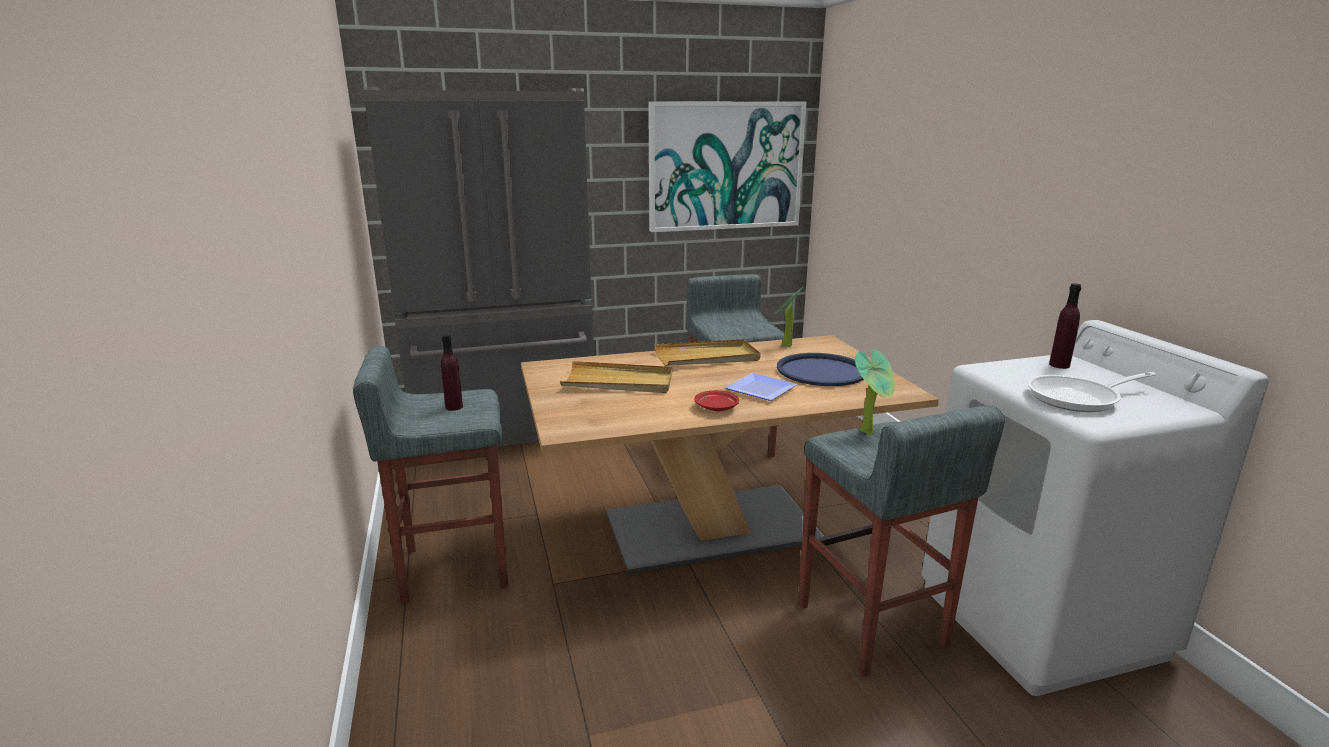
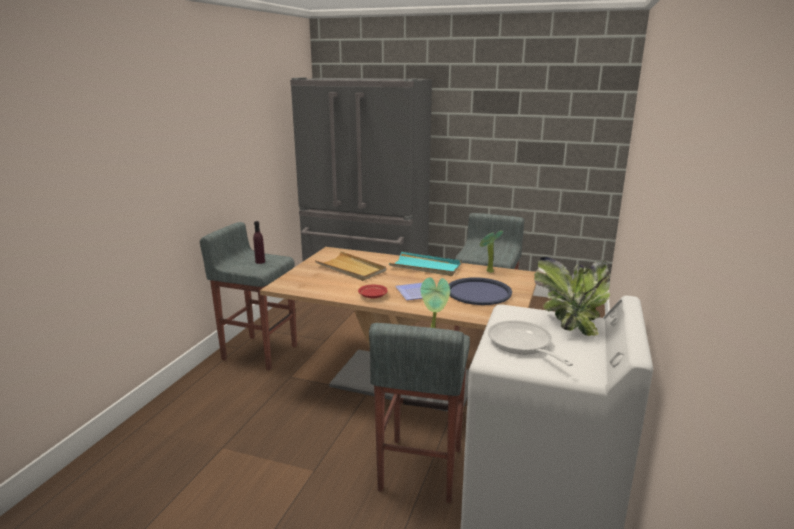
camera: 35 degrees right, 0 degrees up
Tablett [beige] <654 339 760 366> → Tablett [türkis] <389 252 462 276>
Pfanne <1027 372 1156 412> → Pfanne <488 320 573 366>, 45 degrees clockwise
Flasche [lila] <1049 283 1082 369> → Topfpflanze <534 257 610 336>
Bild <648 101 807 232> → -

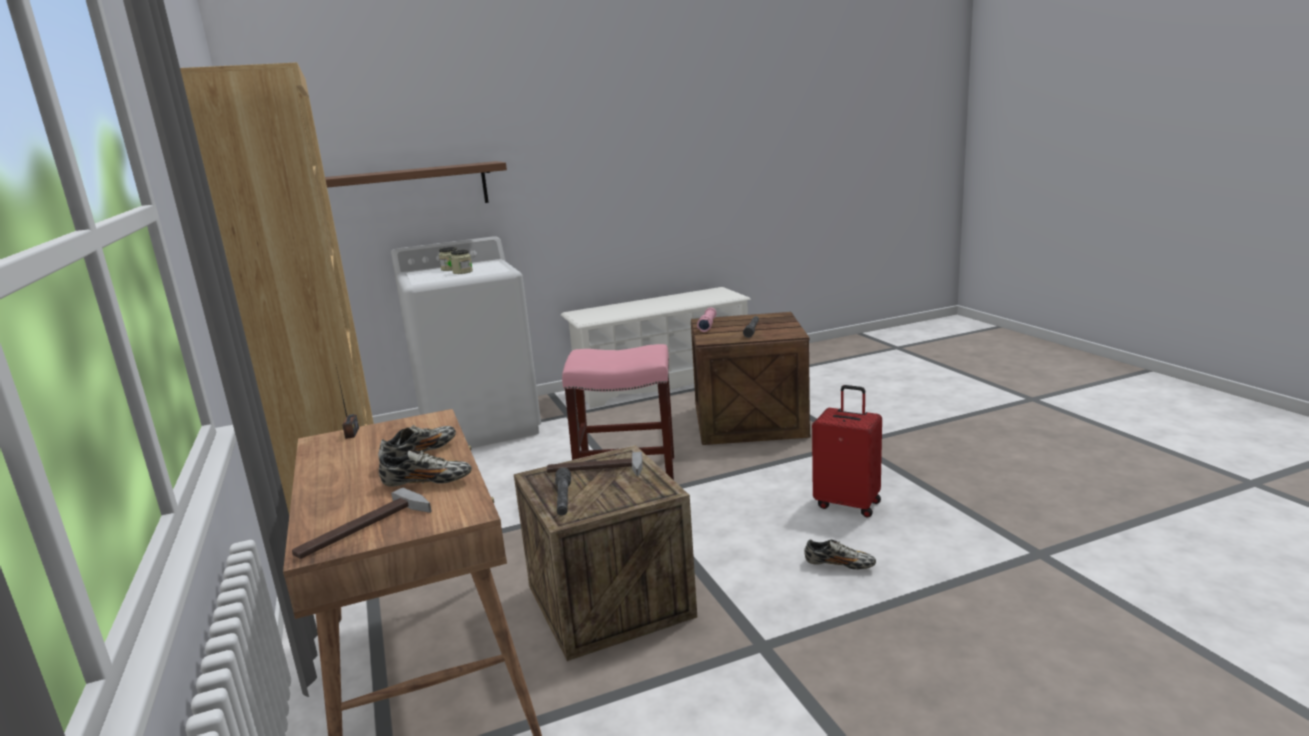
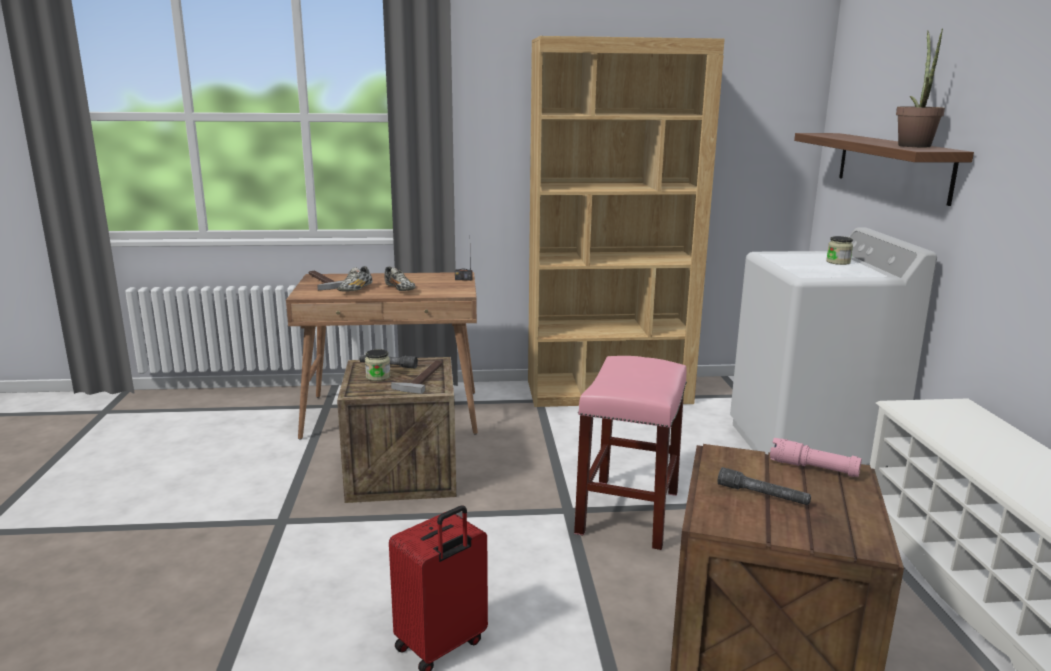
camera: 105 degrees right, 0 degrees up
Vorratsglas <450 250 473 274> → Vorratsglas <365 349 391 381>, moved
- → Topfpflanze <896 29 945 147>
Schuh <804 539 876 570> → -

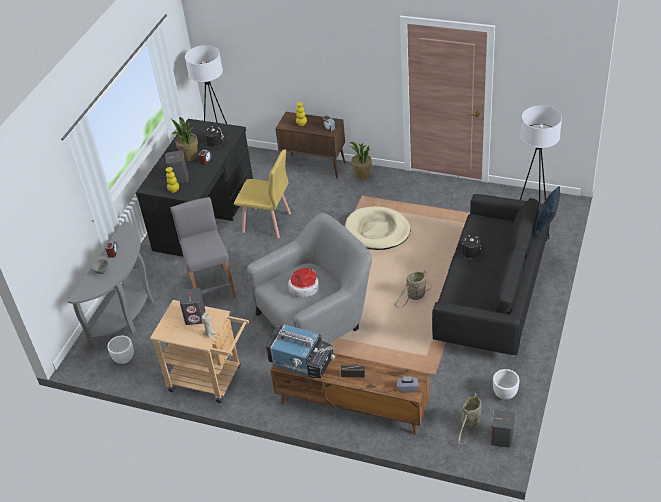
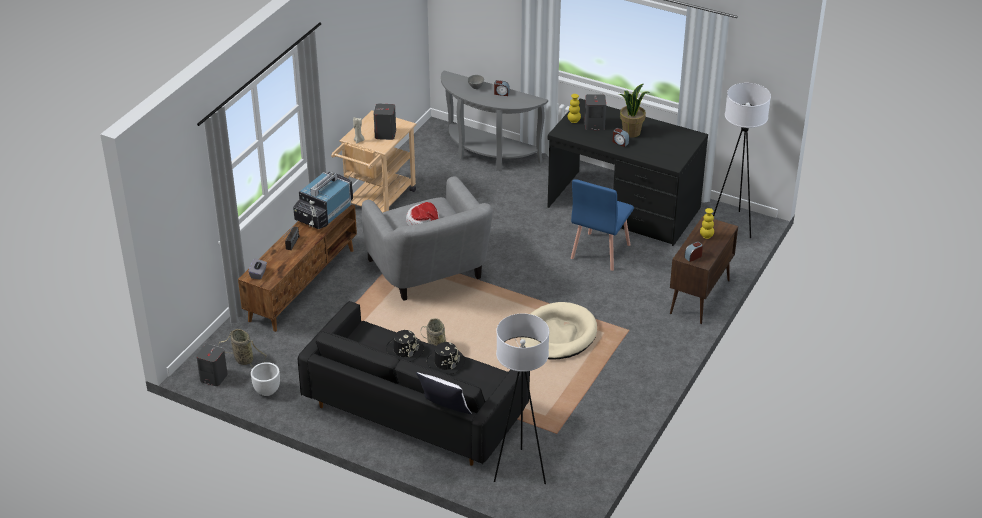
camera: 95 degrees right, 5 degrees down
Hut [schwarz] <200 126 229 150> → Hut [schwarz] <386 330 424 362>, moved
Kissen [blau] <535 186 560 239> → Kissen [weiß] <416 372 472 414>
Stuhl [gelb] <234 149 291 238> → Stuhl [blau] <571 179 634 271>
Pflanzkübel [weiß] <107 336 134 364> → -
Hocker [grau] <171 197 236 298> → -
Topfpflanze <347 142 372 180> → -

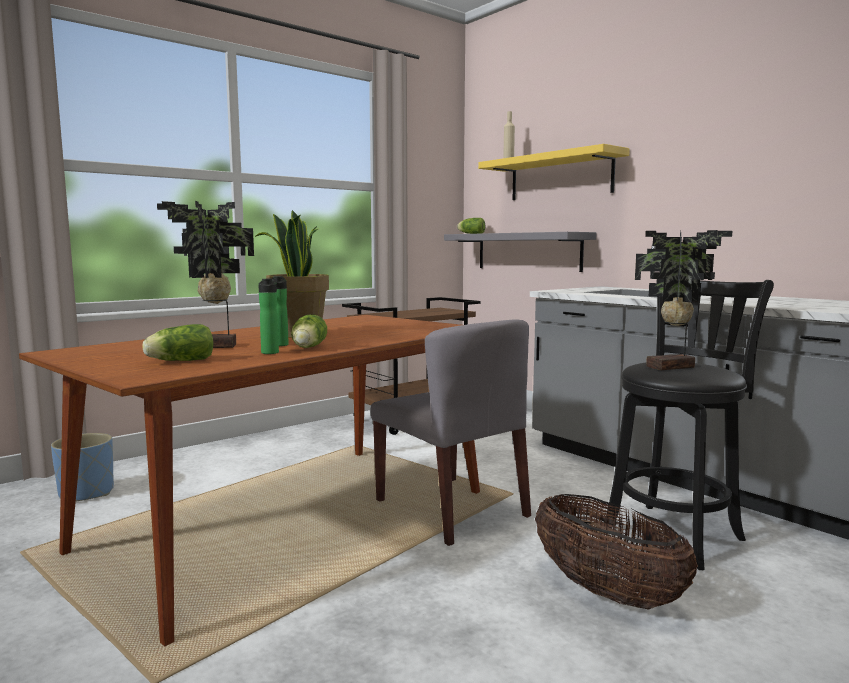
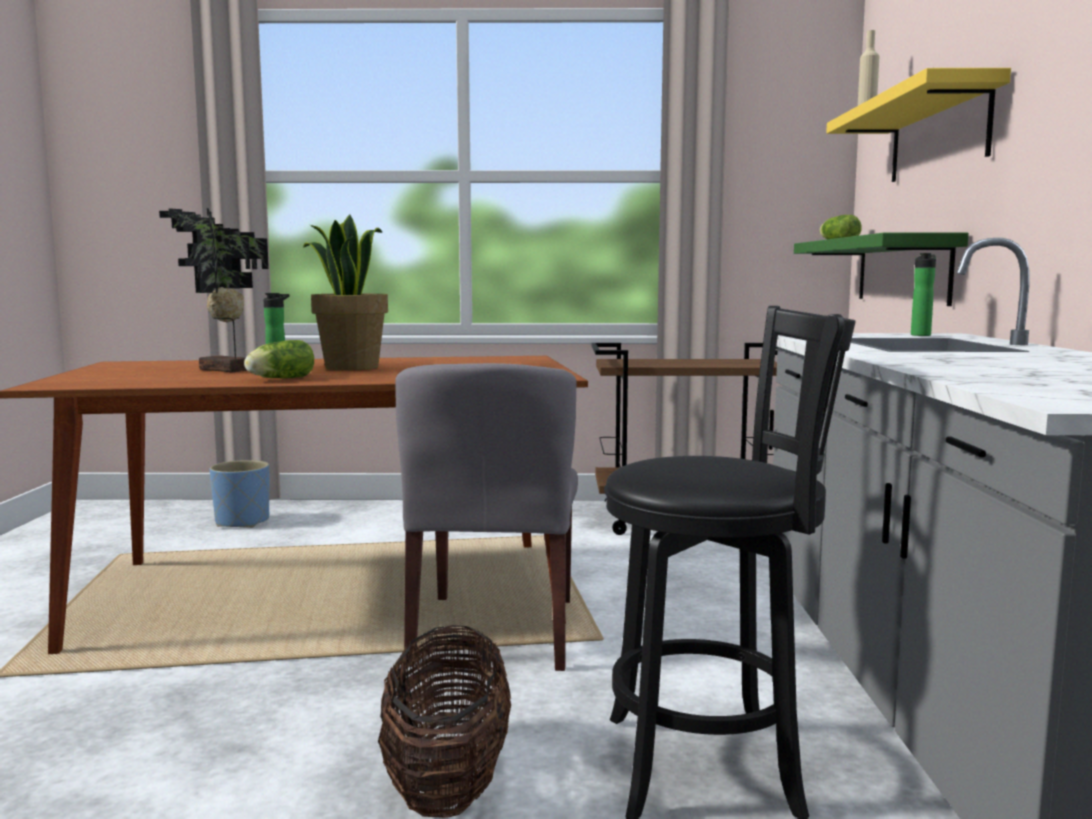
camera: 40 degrees right, 0 degrees up
Wandregal [grau] <444 232 597 272> → Wandregal [grün] <794 233 969 306>
Flasche <258 279 279 354> → Flasche <911 253 936 336>, moved
Salatkopf <142 324 214 361> → -
Topfpflanze <635 230 732 370> → -

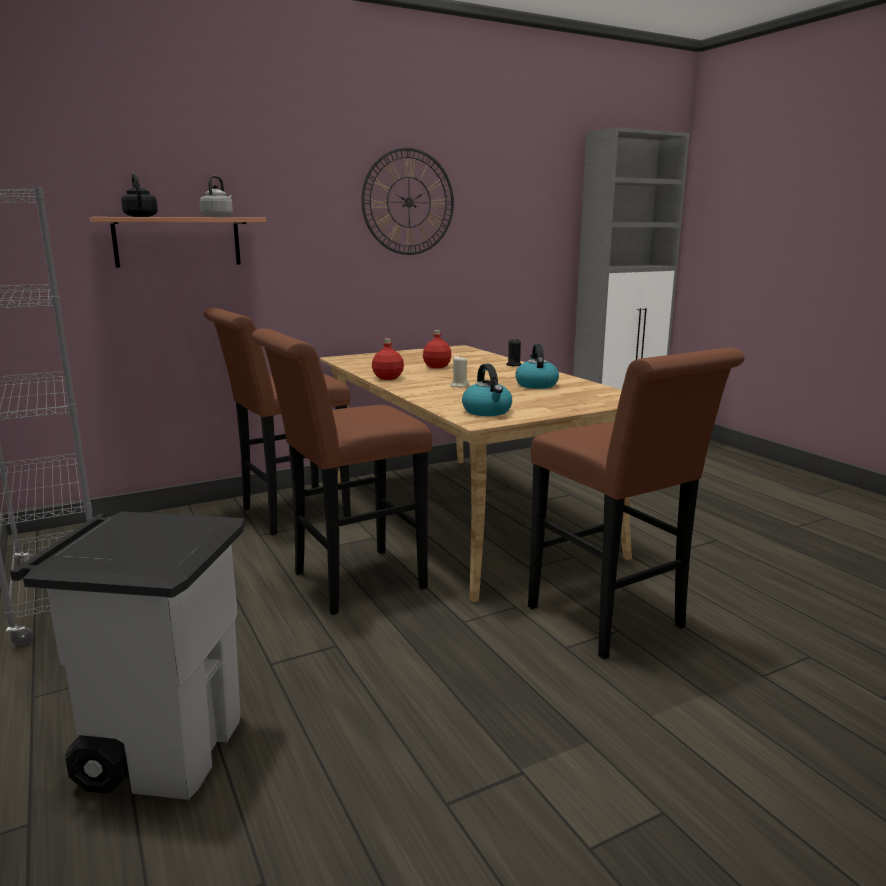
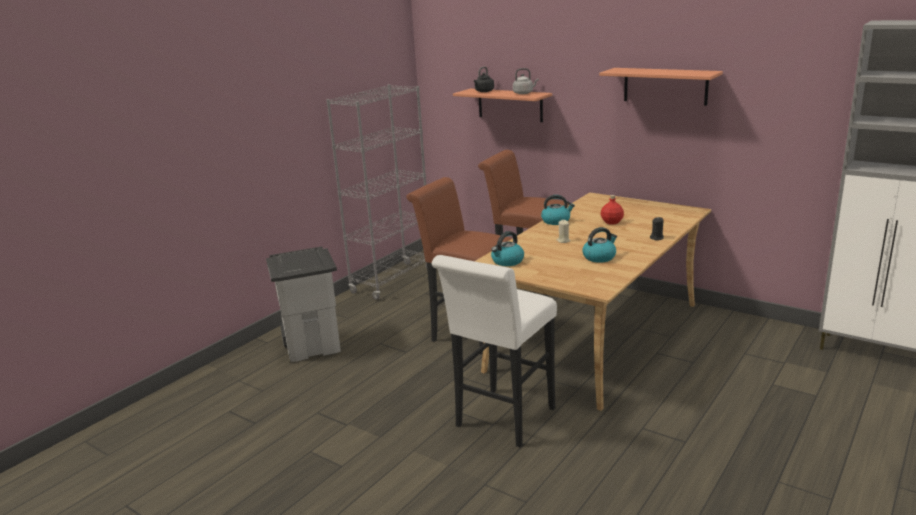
camera: 65 degrees right, 5 degrees up
Hocker [braun] <528 348 744 659> → Hocker [weiß] <432 255 557 447>
Flasche [rot] <372 338 404 380> → Wasserkessel <541 195 575 225>
Wanduhr <361 148 454 255> → Wandregal <599 68 723 106>

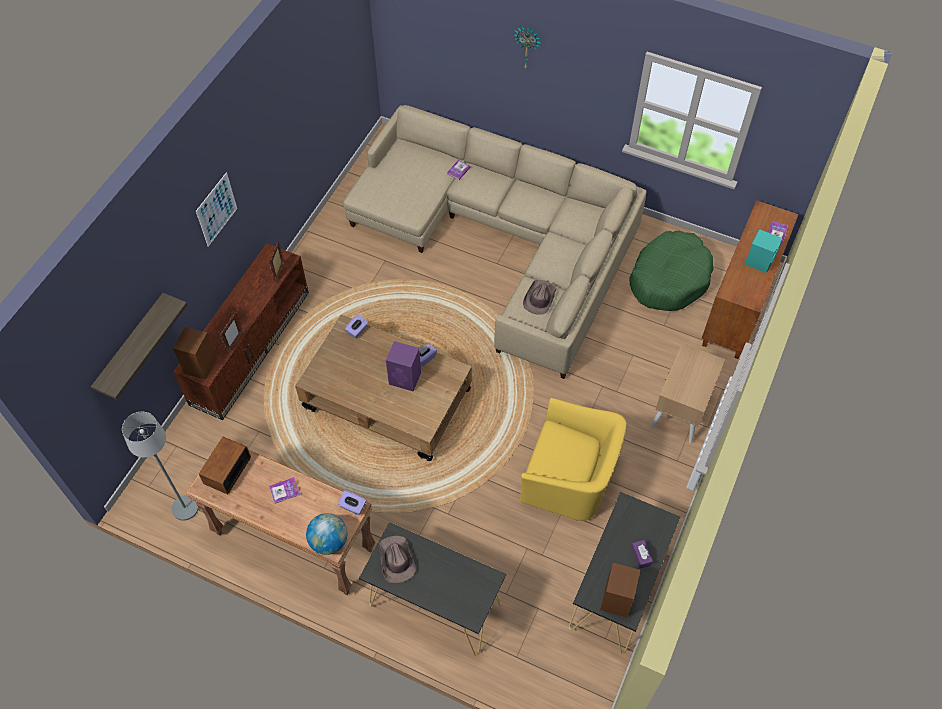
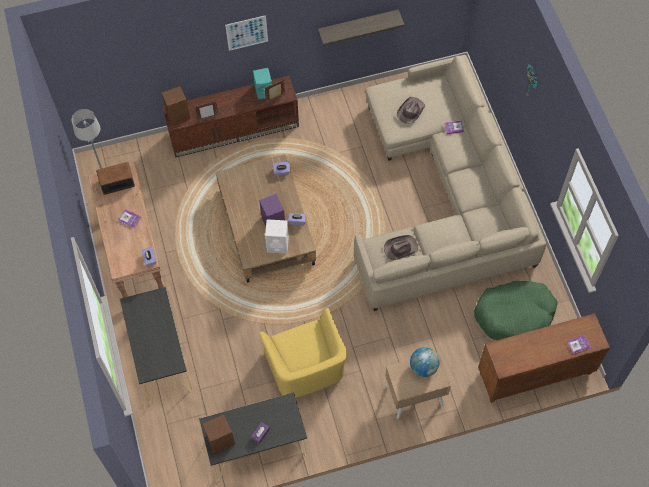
camera: 50 degrees right, 5 degrees up
Lautsprecher [türkis] <745 229 781 273> → Lautsprecher [türkis] <253 68 272 99>, moved
- → Lautsprecher [weiß] <265 219 289 254>
Wandregal <91 293 187 400> → Wandregal <318 10 405 46>, moved
Hut [braun] <379 536 416 583> → Hut [braun] <397 97 425 124>, moved
Globus <306 513 347 555> → Globus <410 347 439 377>, moved

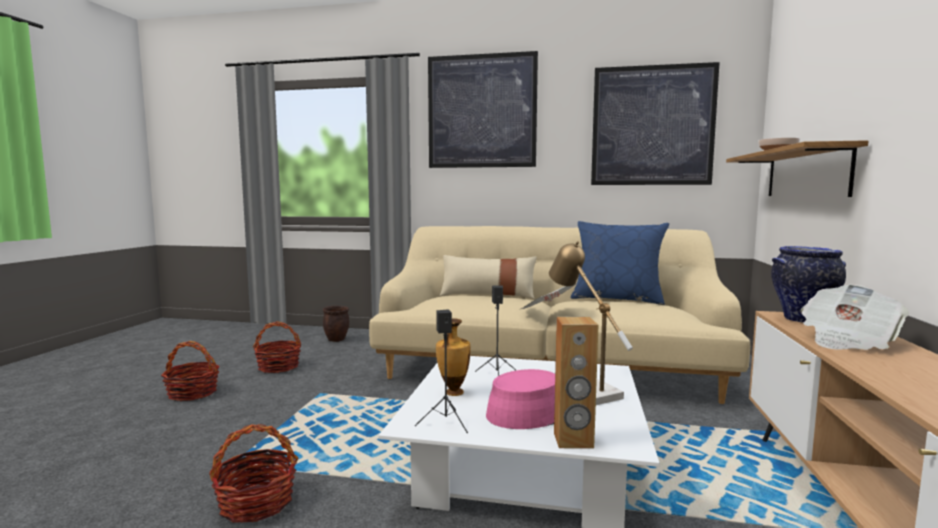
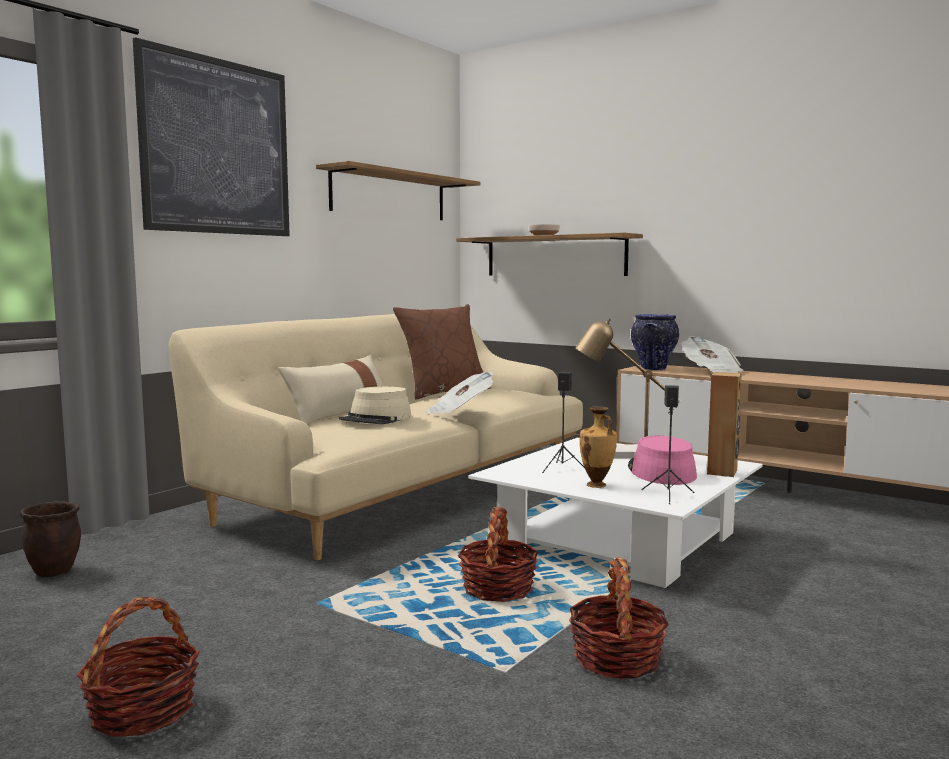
camera: 65 degrees left, 0 degrees up
Bild <591 62 720 185> → Wandregal <316 161 481 220>
- → Hut [beige] <339 386 412 424>
Kissen [blau] <571 221 669 305> → Kissen [braun] <393 304 491 400>
Korb <253 321 301 373> → Korb <458 507 538 602>, moved

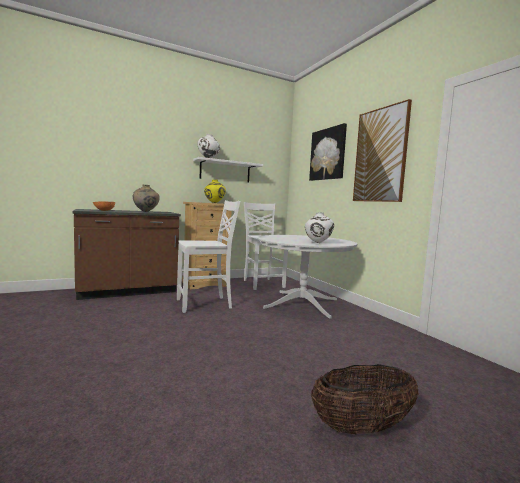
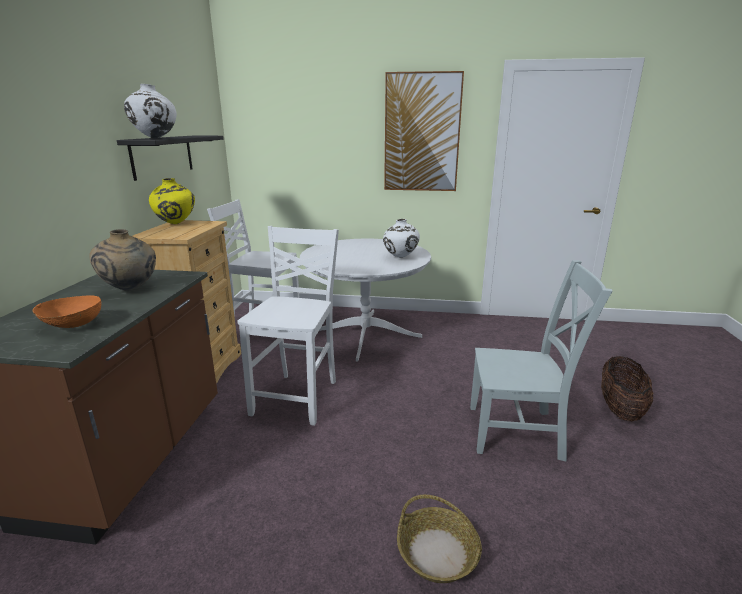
camera: 55 degrees left, 15 degrees up
Wandregal [weiß] <193 157 263 183> → Wandregal [schwarz] <117 136 224 181>
- → Korb <397 495 482 583>
- → Stuhl [grau] <470 260 612 462>
Bild <309 123 347 181> → -

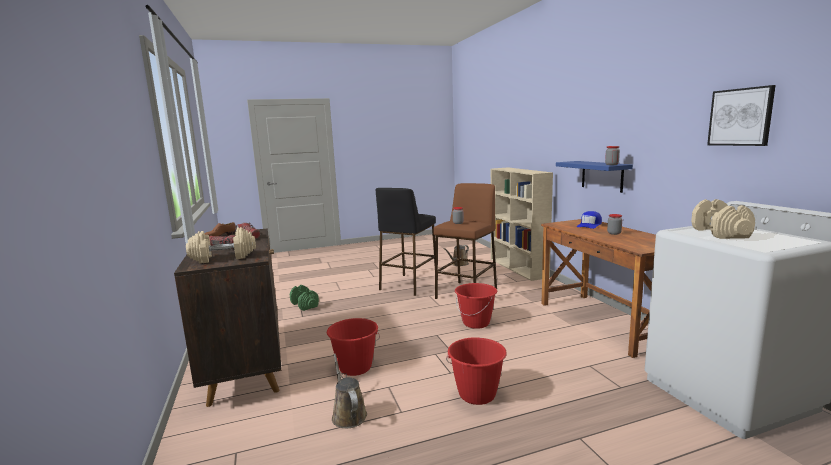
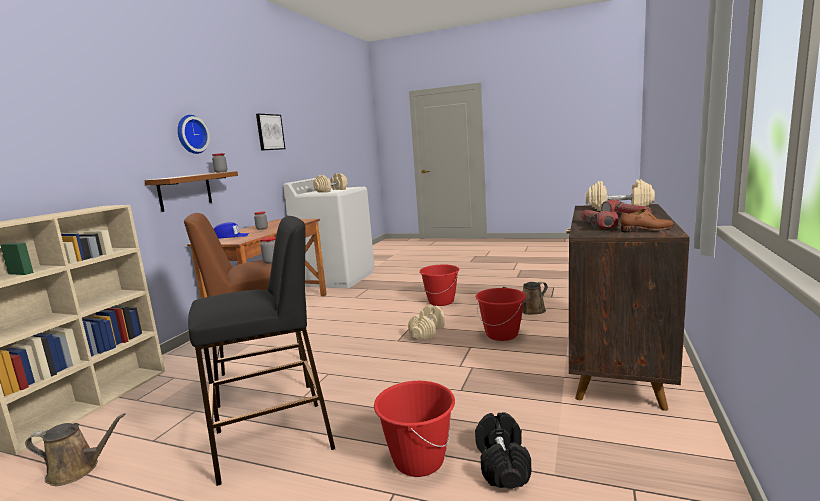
camera: 140 degrees left, 0 degrees up
Wandregal [blau] <556 161 633 193> → Wandregal [braun] <145 171 238 212>
- → Wanduhr <178 115 210 154>
Eimer [rot] <455 283 497 329> → Eimer [rot] <374 381 455 477>, moved
- → Hantel [beige] <408 305 445 340>
Hantel [grün] <290 285 319 311> → Hantel [schwarz] <475 412 531 489>
Gießkanne [braun] <332 353 367 428> → Gießkanne [braun] <503 282 548 315>, 45 degrees clockwise

